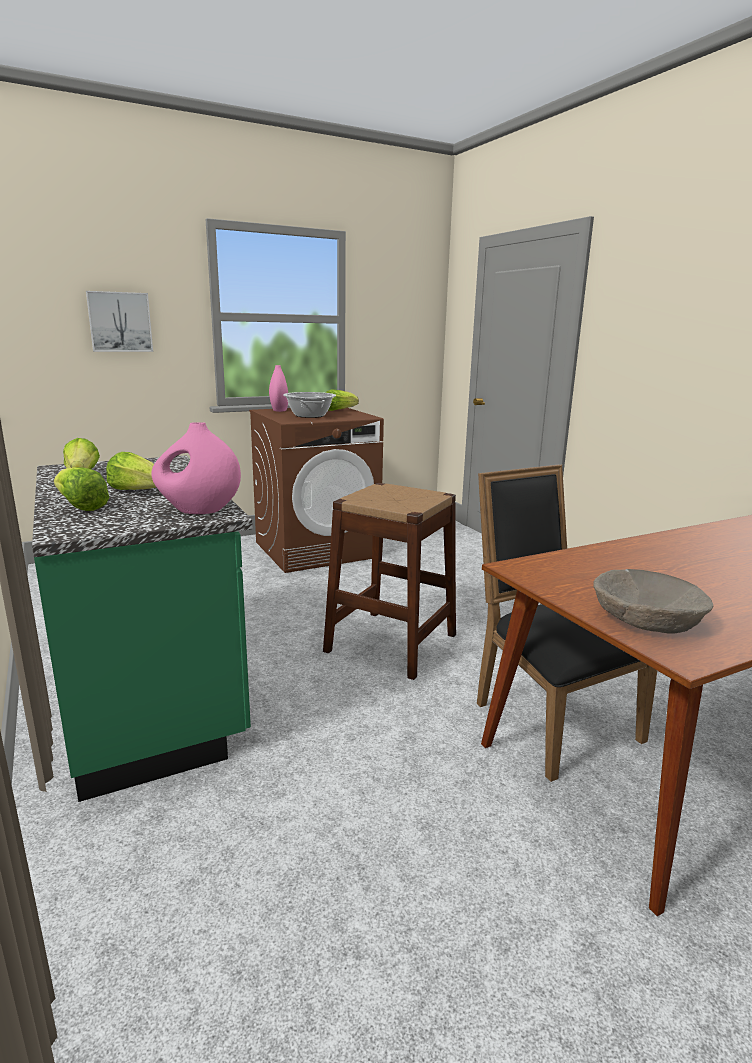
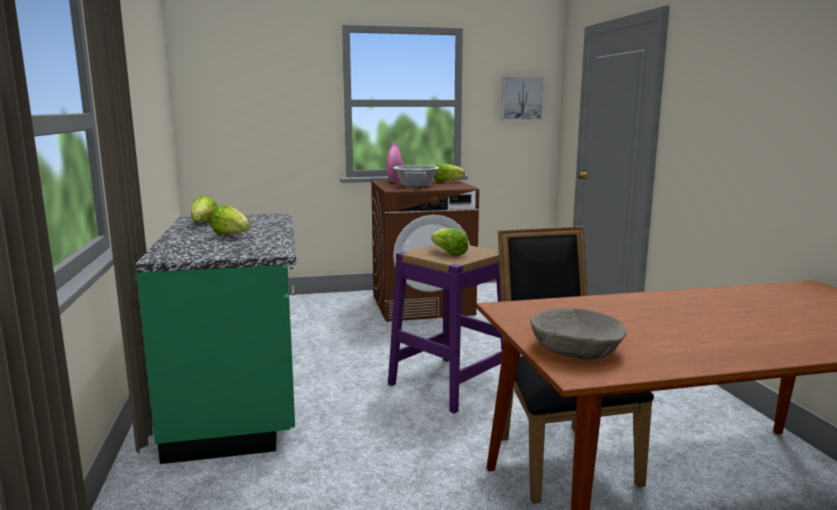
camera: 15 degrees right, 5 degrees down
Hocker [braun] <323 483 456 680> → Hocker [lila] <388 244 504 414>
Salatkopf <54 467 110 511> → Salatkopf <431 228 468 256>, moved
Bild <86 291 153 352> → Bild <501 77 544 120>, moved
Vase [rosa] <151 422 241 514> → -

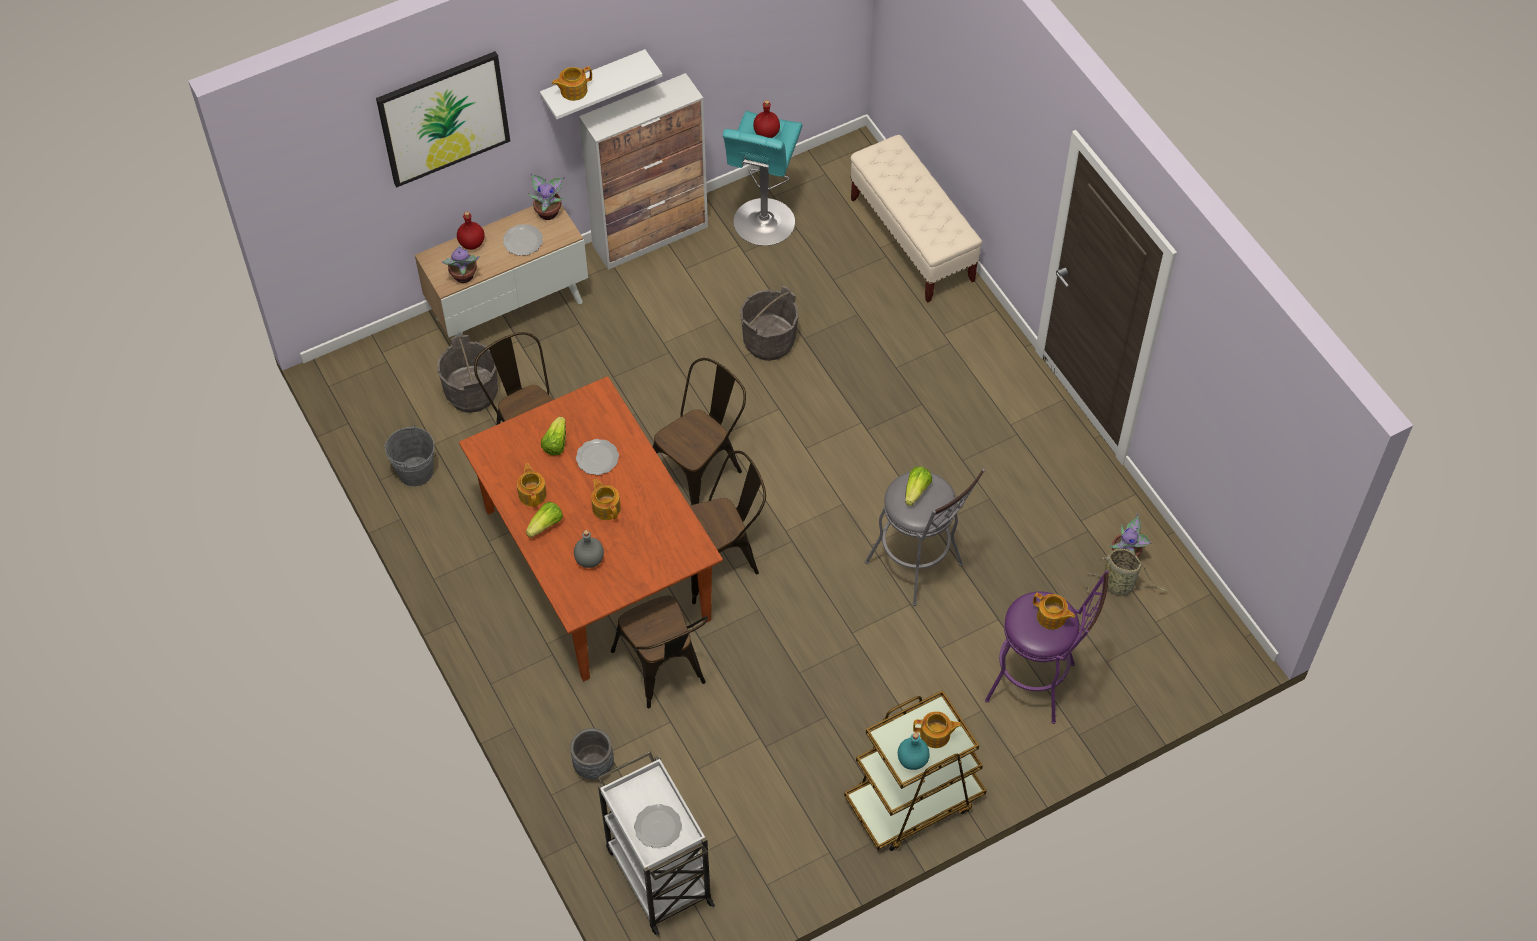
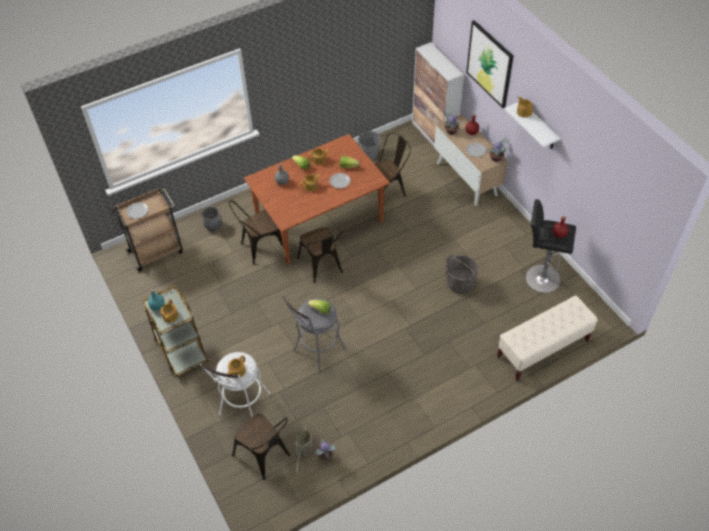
camera: 90 degrees right, 5 degrees down
Rollwagen [weiß] <598 751 715 935> → Rollwagen [braun] <111 188 183 271>
Hocker [lila] <985 570 1109 724> → Hocker [weiß] <200 352 270 417>
Stuhl [braun] <653 358 746 505> → Stuhl [braun] <232 413 290 480>, moved
Schrank <579 73 708 270> → Schrank <412 42 464 146>, moved
Hocker [türkis] <723 111 803 246> → Hocker [schwarz] <526 199 576 293>
Eimer [grau] <437 335 498 413> → -

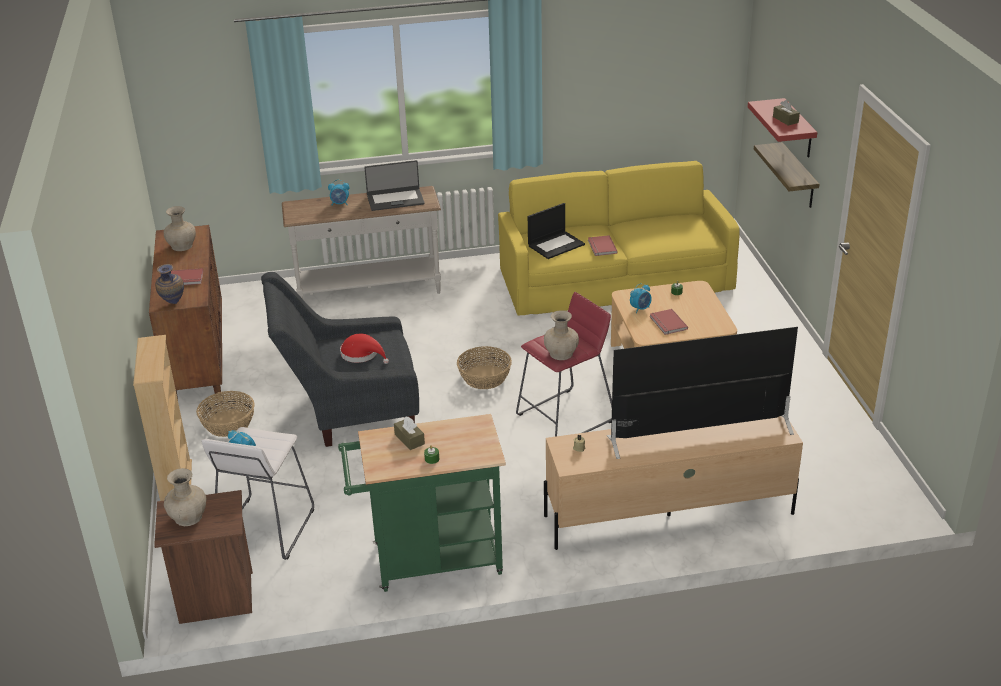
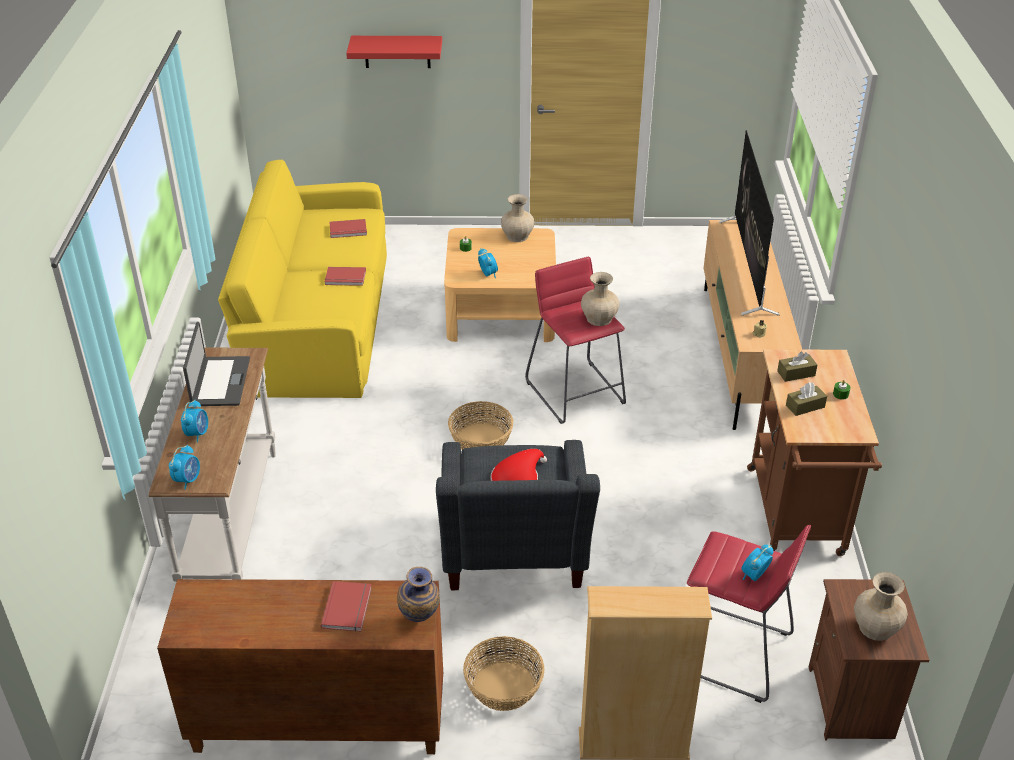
camera: 80 degrees left, 5 degrees up
- → Wecker <169 445 200 490>
Buch [rot] <650 309 688 335> → Buch [rot] <330 219 367 238>, moved
Vase [beige] <164 206 196 251> → Vase [beige] <501 194 534 242>, moved
Hocker [weiß] <201 427 314 560> → Hocker [rot] <687 525 811 703>
Rollwagen [grün] <338 414 506 592> → Rollwagen [braun] <747 349 882 556>
Taschentuchbox [braun] <773 100 800 126> → Taschentuchbox [braun] <777 352 817 382>, moved
Laptop <528 203 585 259> → -
Wandregal <754 142 819 208> → -

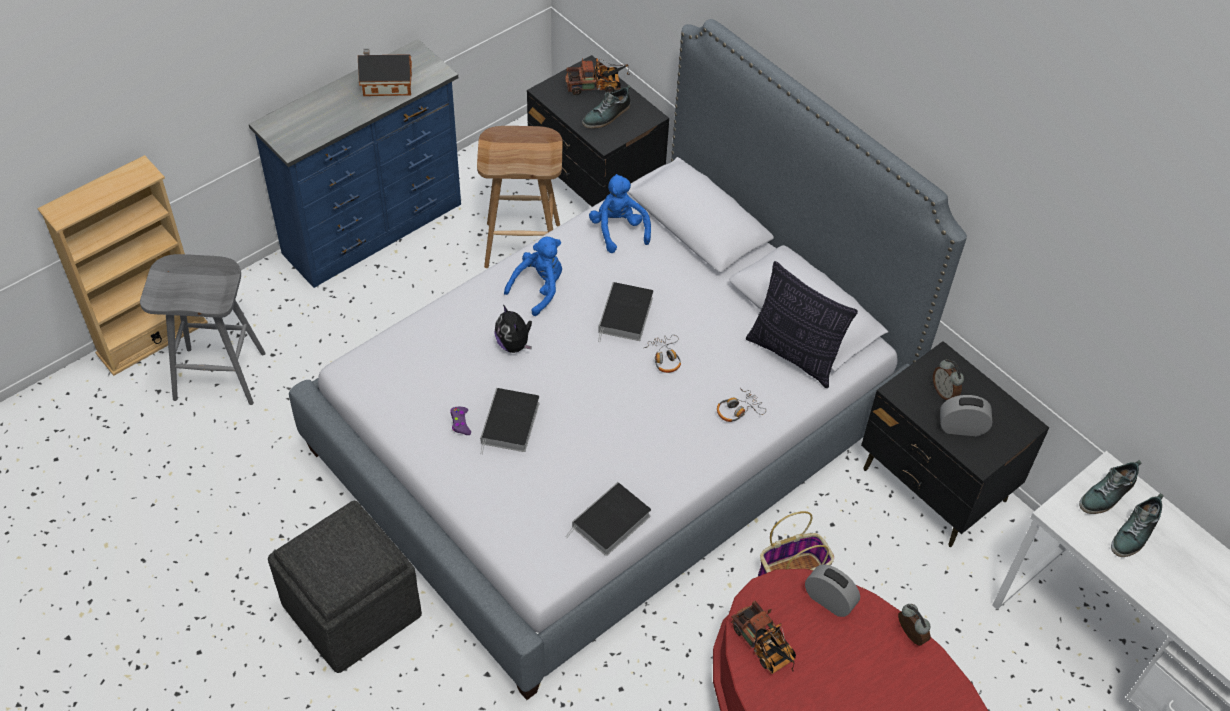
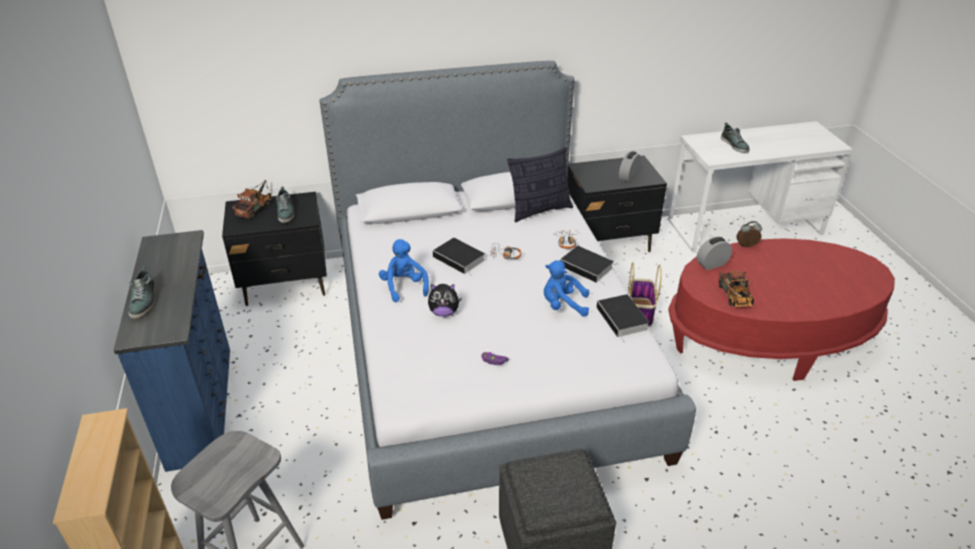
camera: 60 degrees left, 15 degrees down
Schuh <1079 460 1142 514> → Schuh <129 266 156 319>, moved
Plüschtier [blau] <589 174 651 253> → Plüschtier [blau] <544 260 589 317>, moved
Buch <480 388 539 455> → Buch <560 246 614 285>, moved
Spielzeuglaster <731 601 796 674> → Spielzeuglaster <718 270 754 307>, 90 degrees clockwise
Spielzeughaus <358 49 412 96> → -
Hocker [braun] <477 126 562 268> → -
Wecker <933 359 964 400> → -

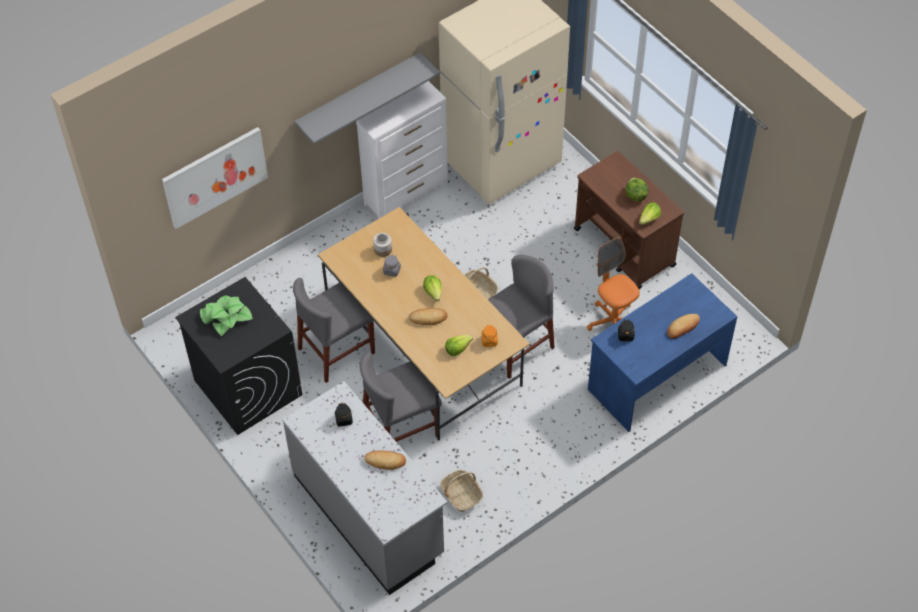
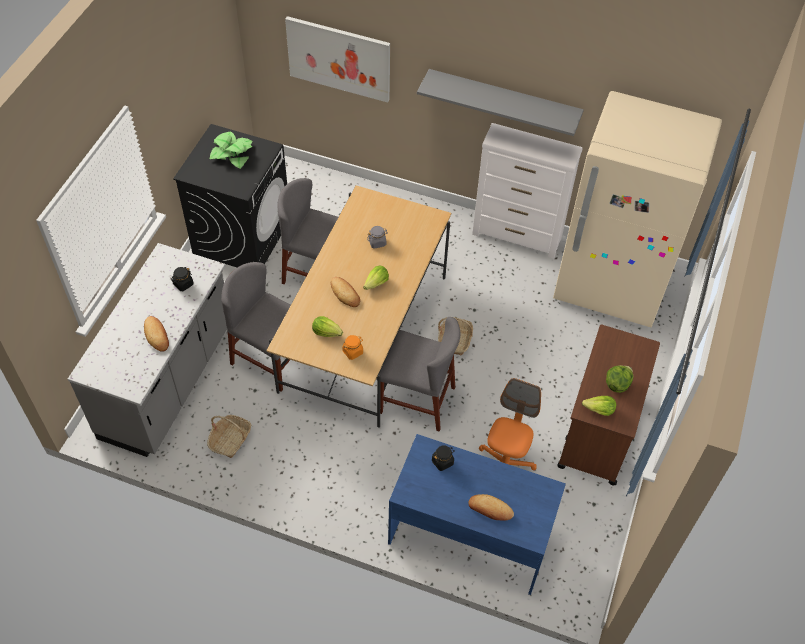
camera: 55 degrees right, 0 degrees up
Vorratsglas <373 233 392 257> → -

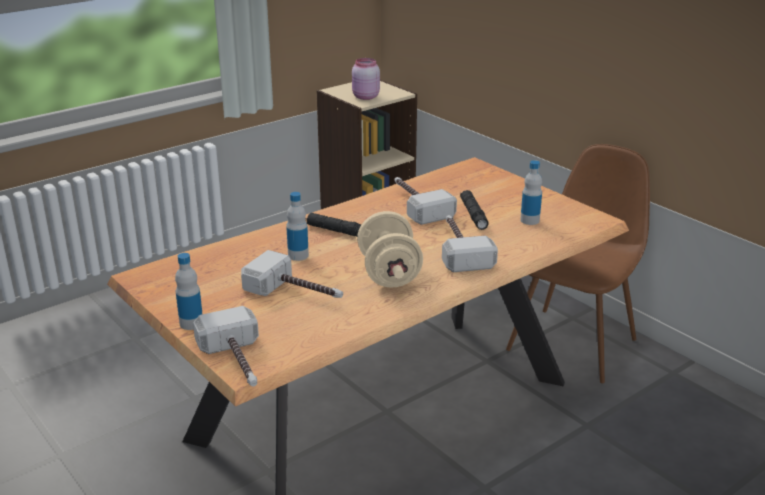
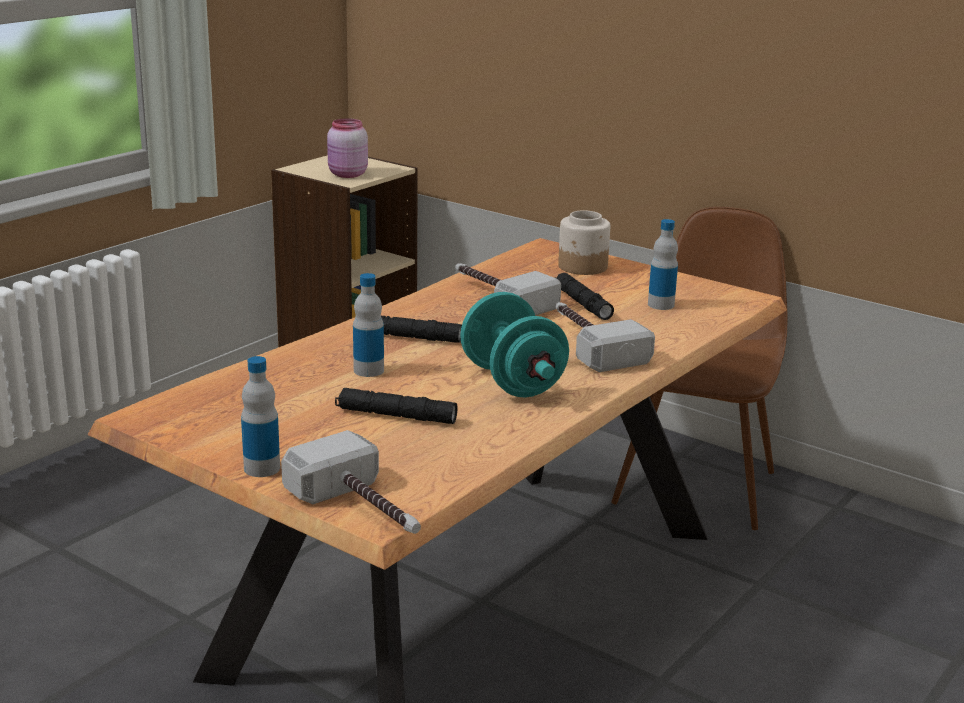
camera: 15 degrees left, 5 degrees down
Hammer <241 250 343 298> → Taschenlampe [schwarz] <335 388 457 424>
Hantel [beige] <357 211 423 288> → Hantel [türkis] <460 292 569 397>
- → Vorratsglas <558 210 610 275>

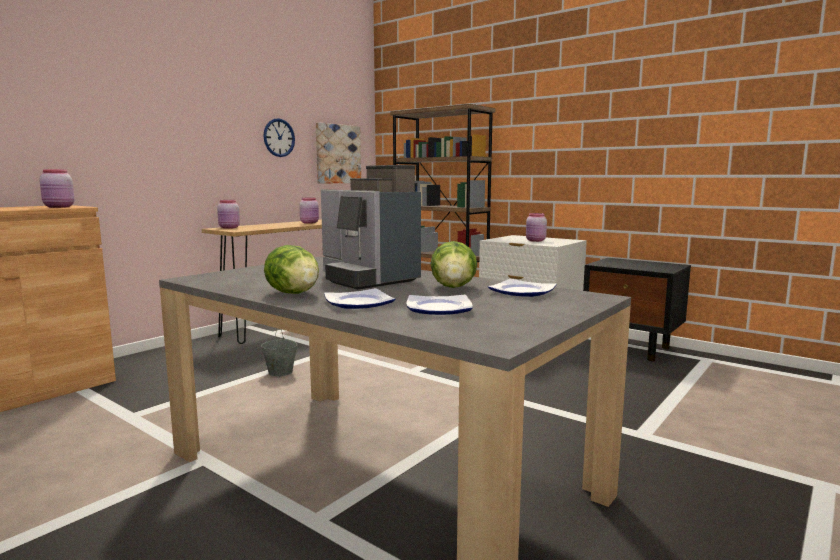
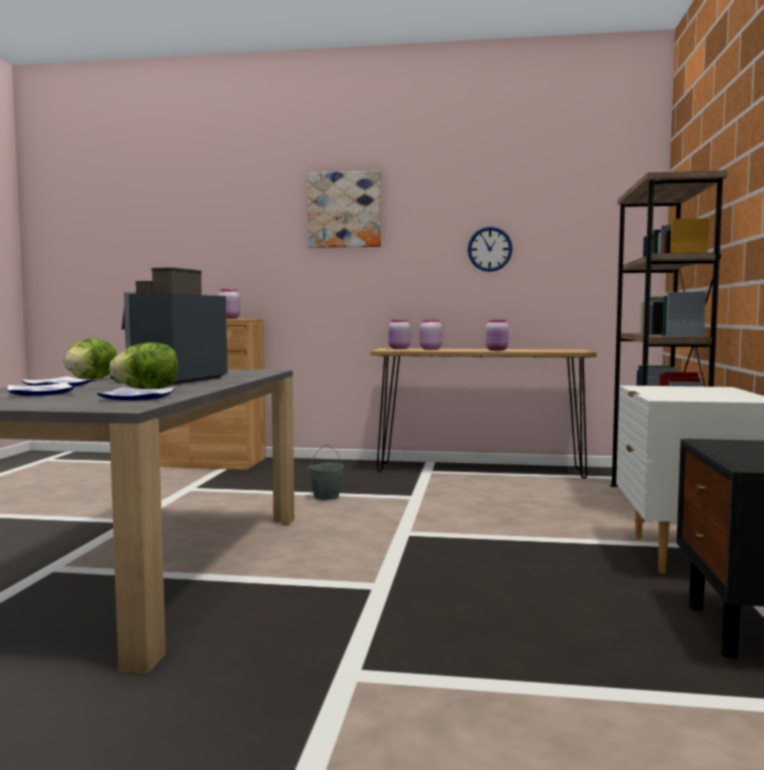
camera: 60 degrees right, 5 degrees down
Bild <316 122 361 184> → Bild <307 171 381 248>, moved
Vorratsglas [rosa] <526 213 547 242> → Vorratsglas [rosa] <420 319 442 350>, moved

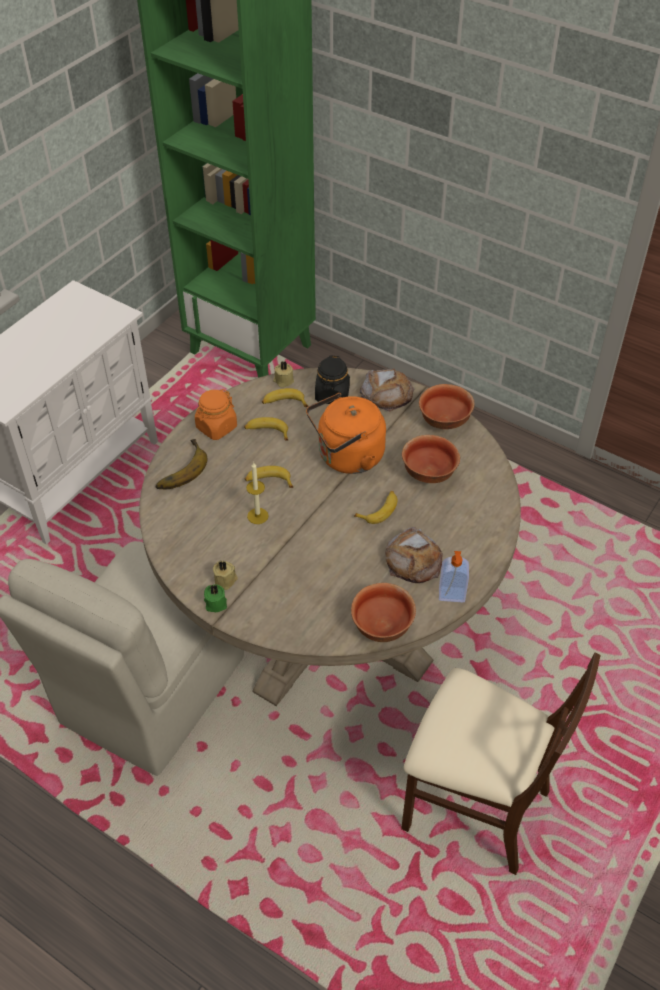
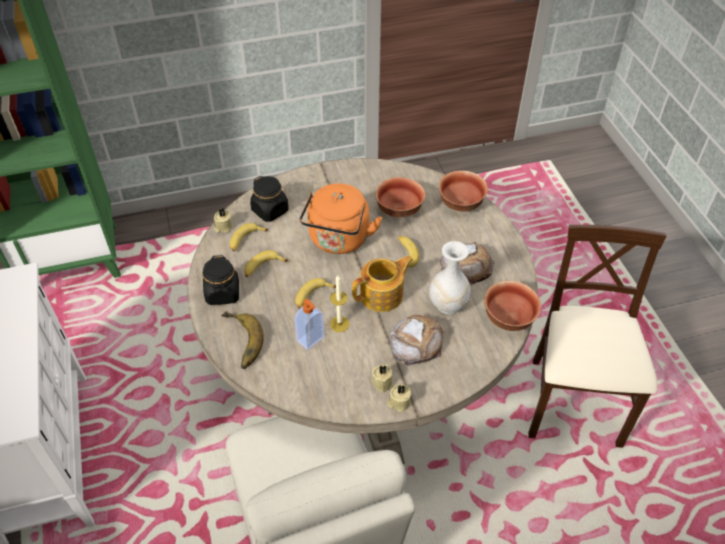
camera: 50 degrees left, 0 degrees up
Vorratsglas [orange] <195 389 237 440> → Vorratsglas [schwarz] <202 255 239 305>
Seifenspender <439 551 469 602> → Seifenspender <294 299 325 350>, moved
- → Teekanne <352 256 413 312>
Kerze [grün] <204 584 227 612> → Kerze [beige] <387 384 411 412>
Brot <360 369 414 412> → Brot <390 315 443 365>, moved
- → Vase [weiß] <429 241 471 314>
Schüssel <419 384 475 429> → Schüssel <439 171 488 212>, moved
Stuhl [beige] <401 653 600 875> → Stuhl [beige] <528 225 666 448>, 60 degrees counterclockwise

